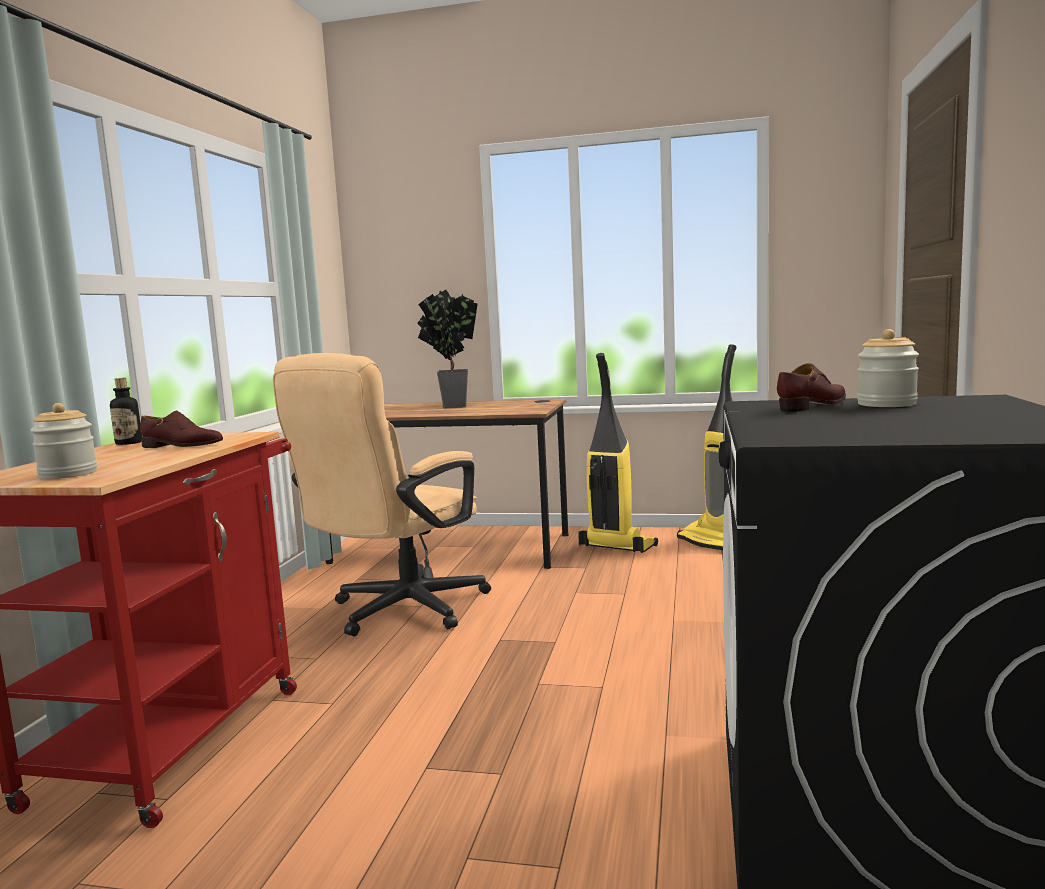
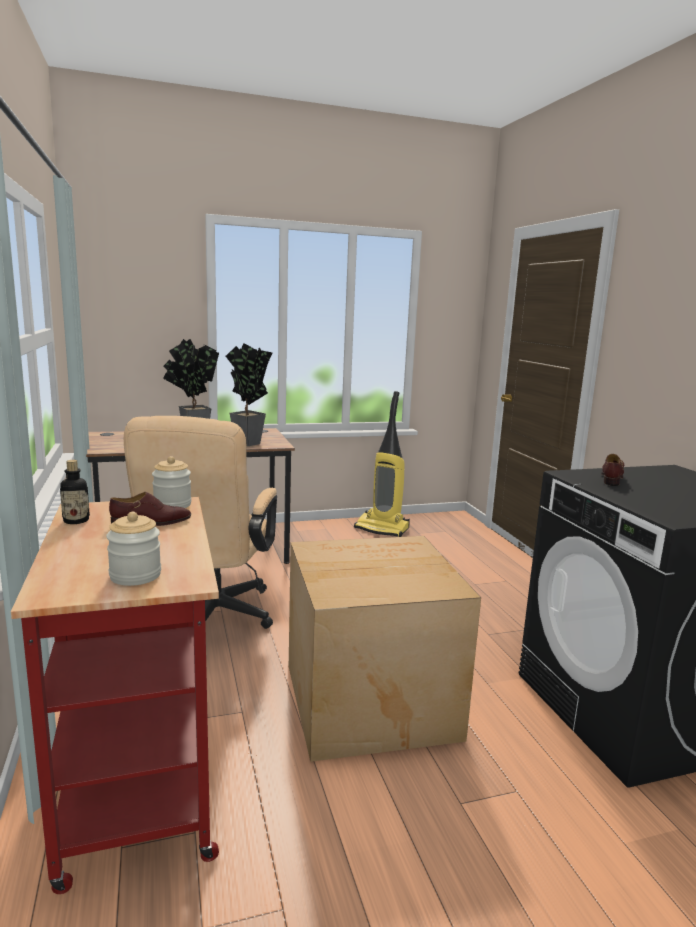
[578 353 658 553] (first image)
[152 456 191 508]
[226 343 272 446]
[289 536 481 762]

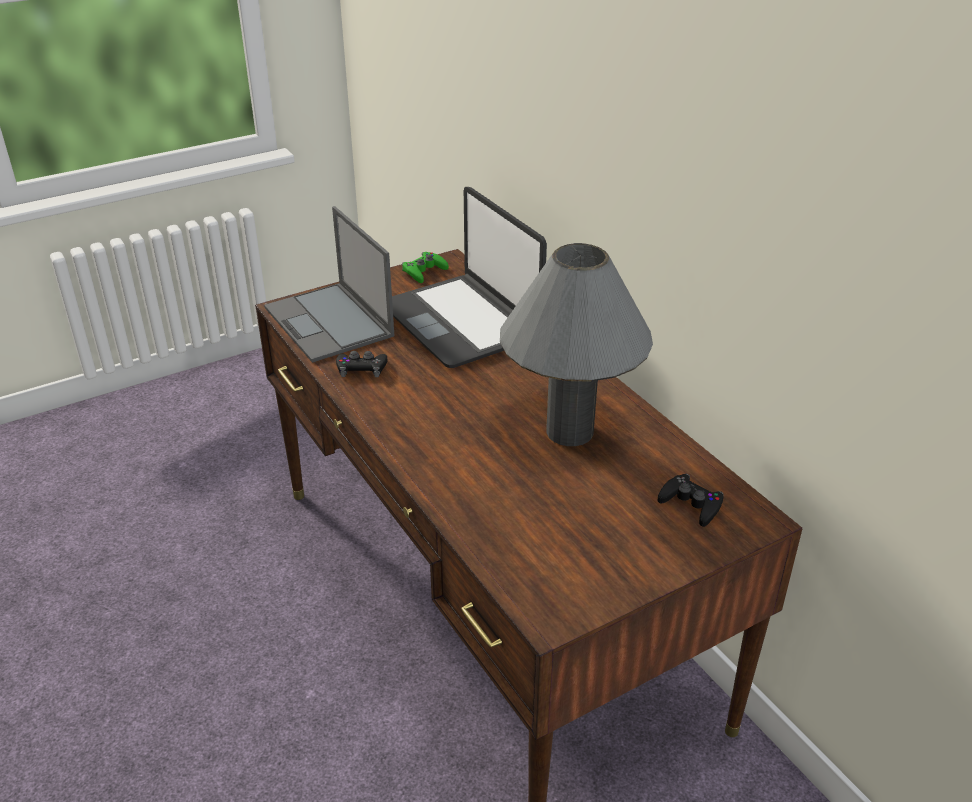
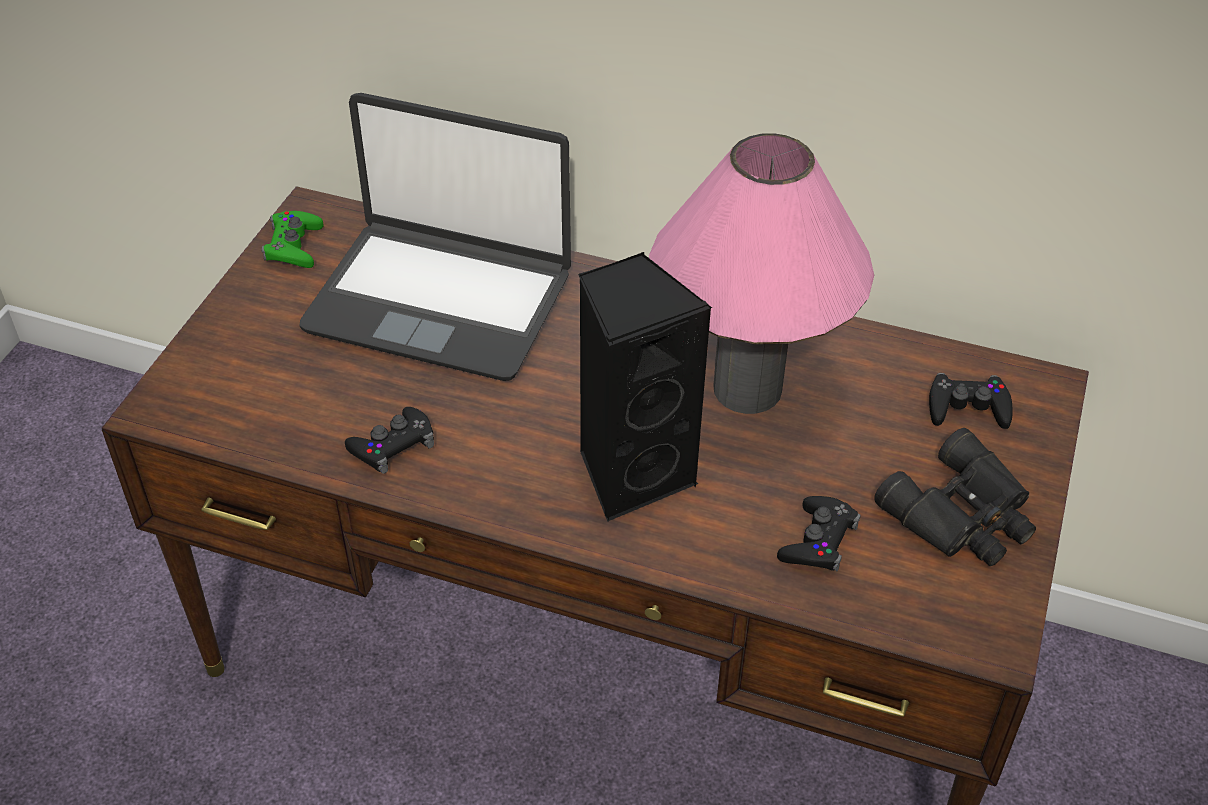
[264 206 394 363] (first image)
[649 133 874 414]
[578 252 712 522]
[777 496 861 571]
[874 428 1036 566]

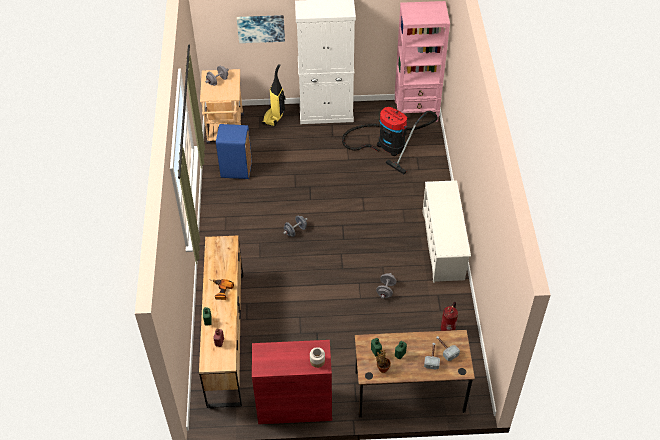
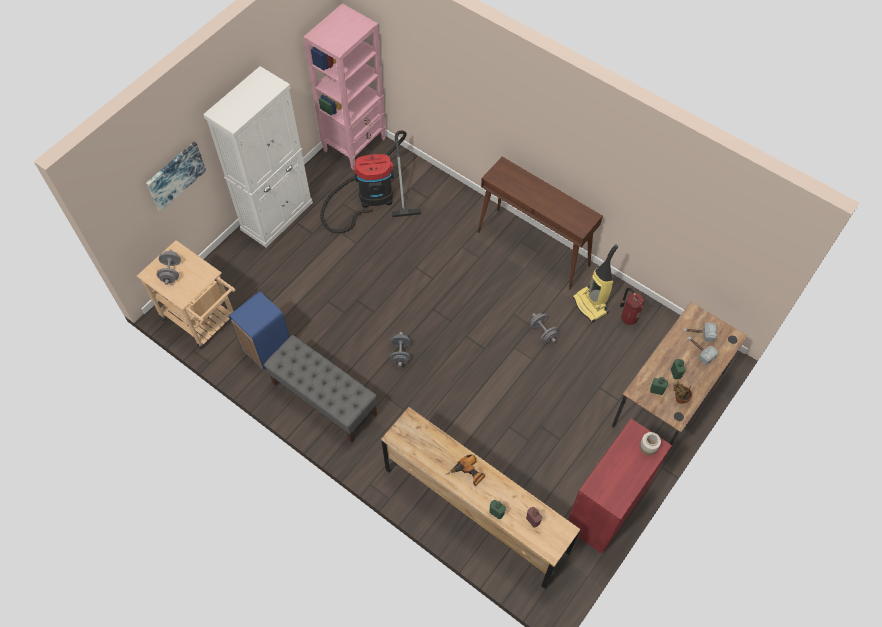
[573 244 618 322]
[478 157 603 290]
[264 335 377 443]

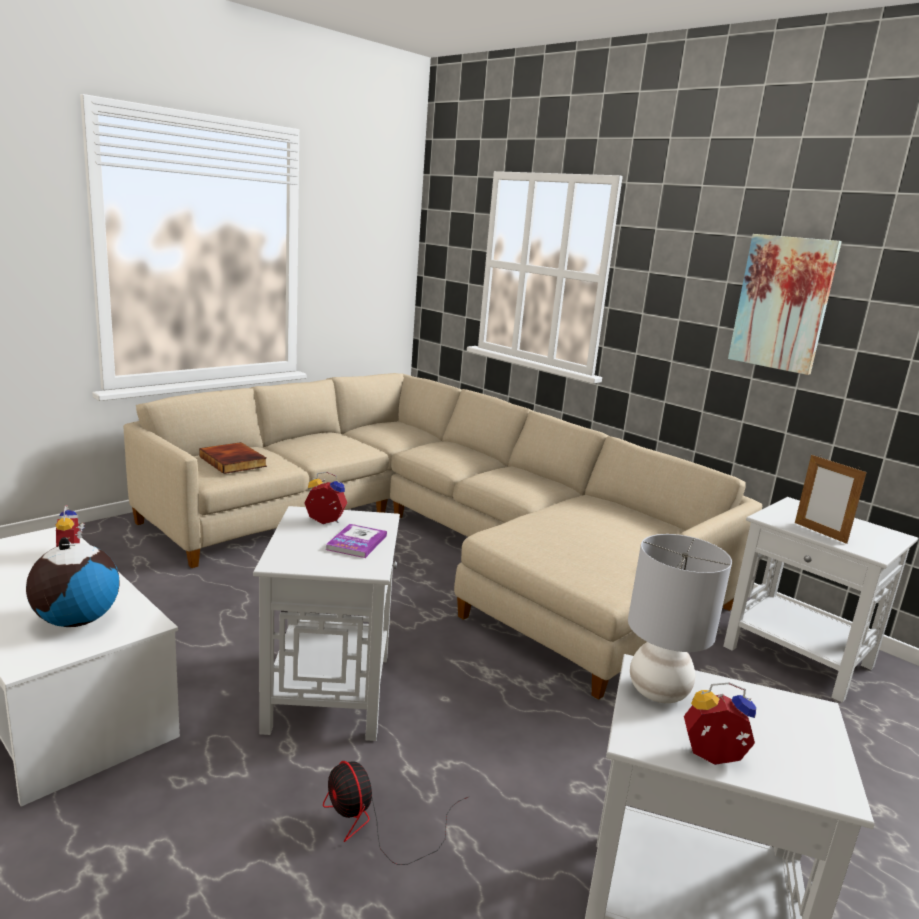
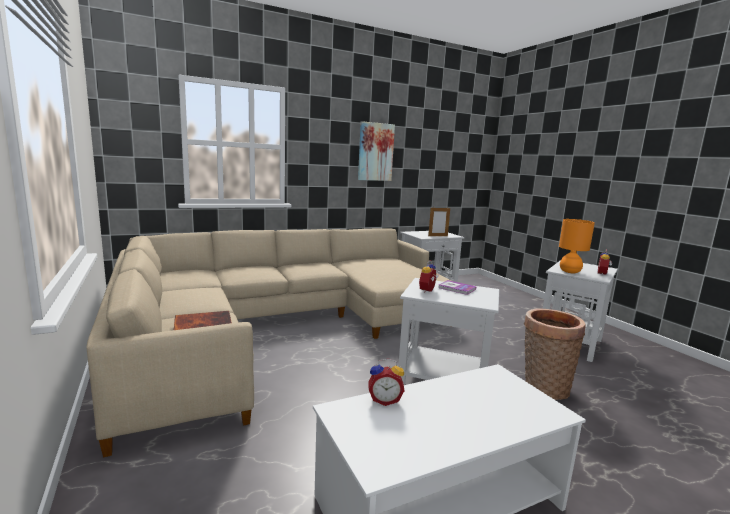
[26 537 120 627] (first image)
[524 309 585 400]
[559 219 595 273]

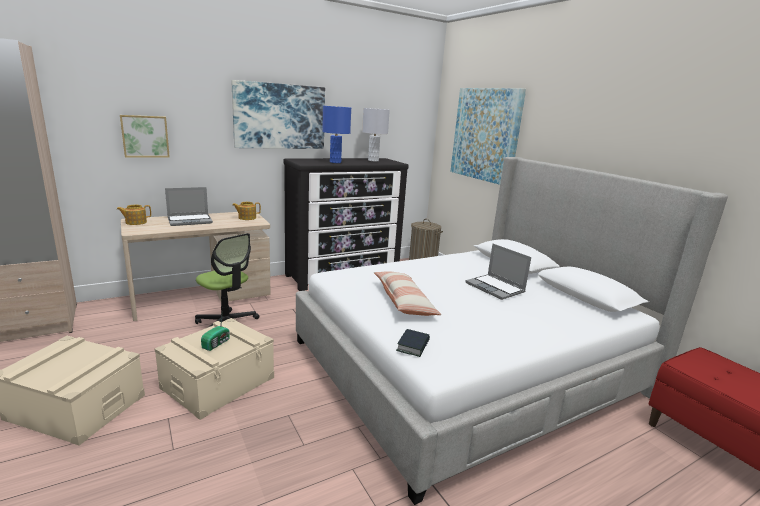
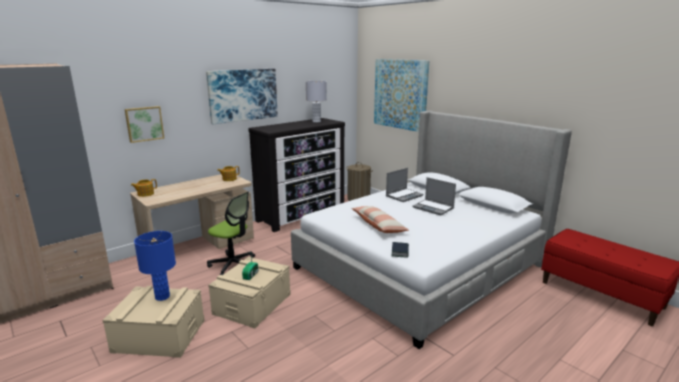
[386 168 423 202]
[134 231 176 301]

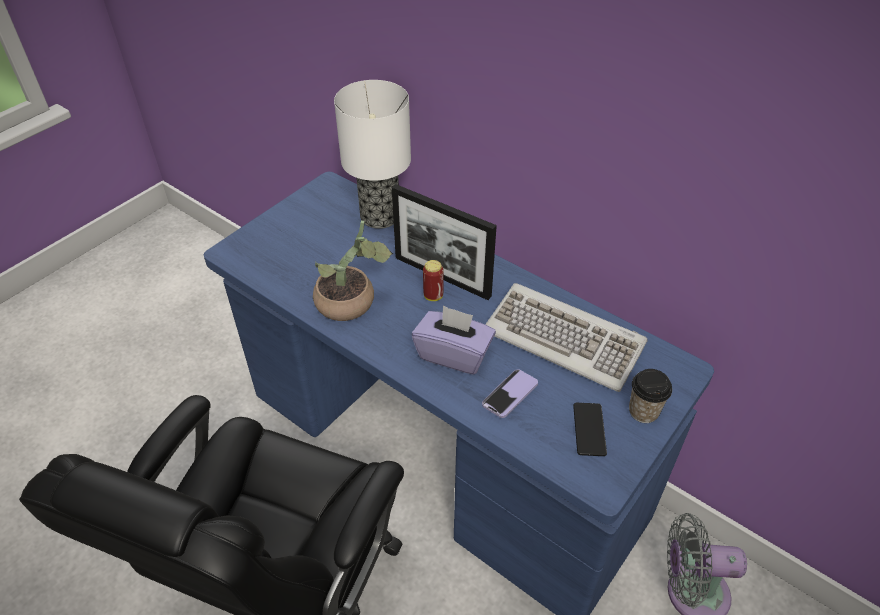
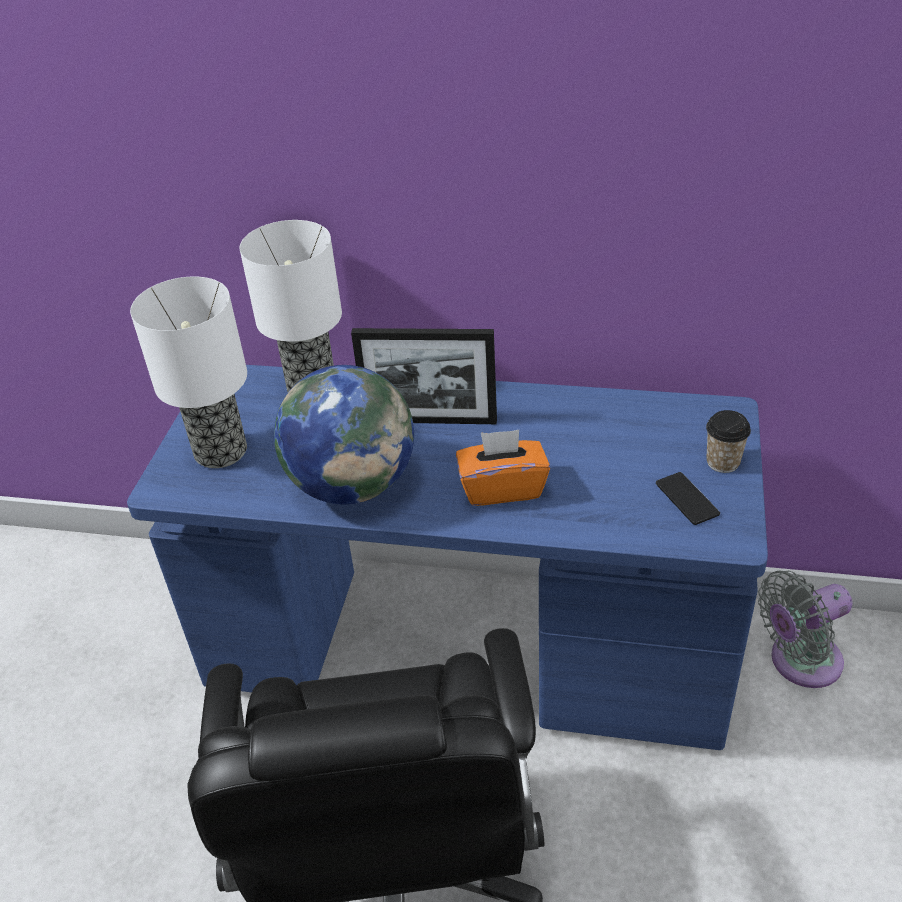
[274 365 414 505]
[456 430 550 506]
[423 260 444 301] (first image)
[482 369 538 418] (first image)
[485 283 648 392] (first image)
[130 277 247 468]

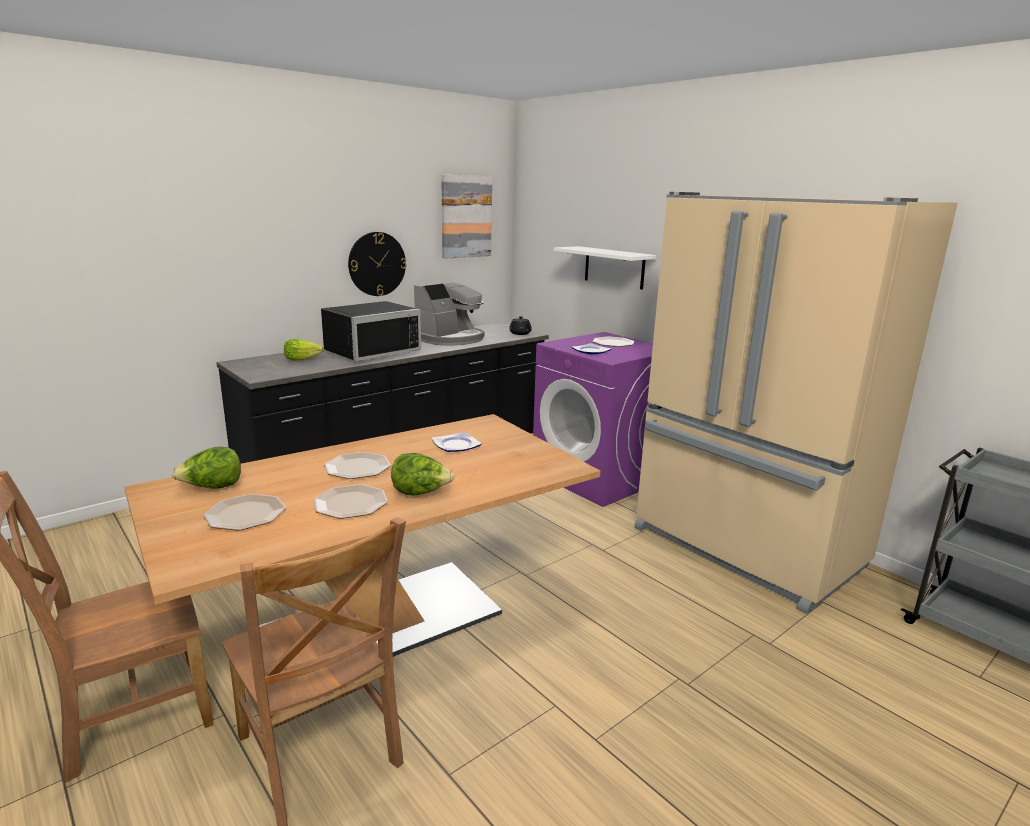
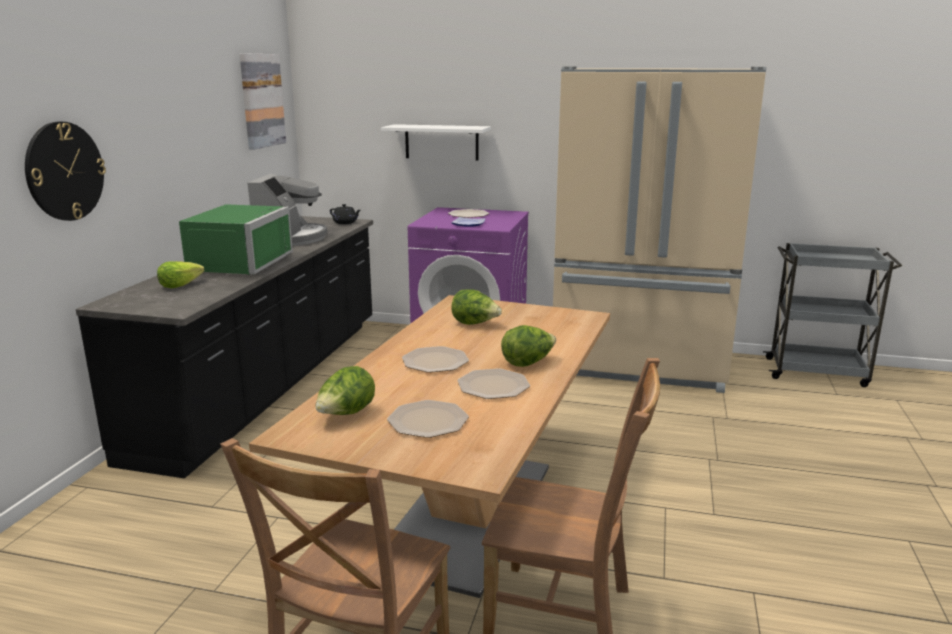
[179 204 293 275]
[25 122 106 221]
[451 289 502 325]

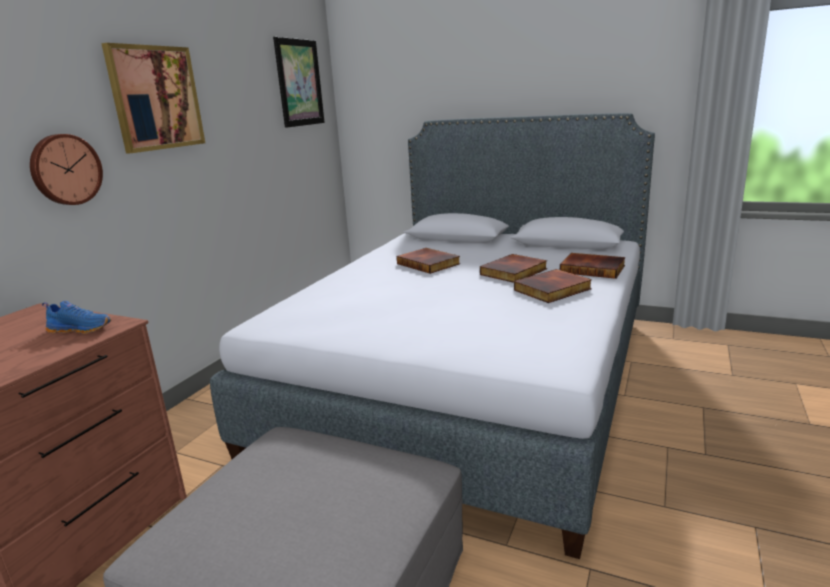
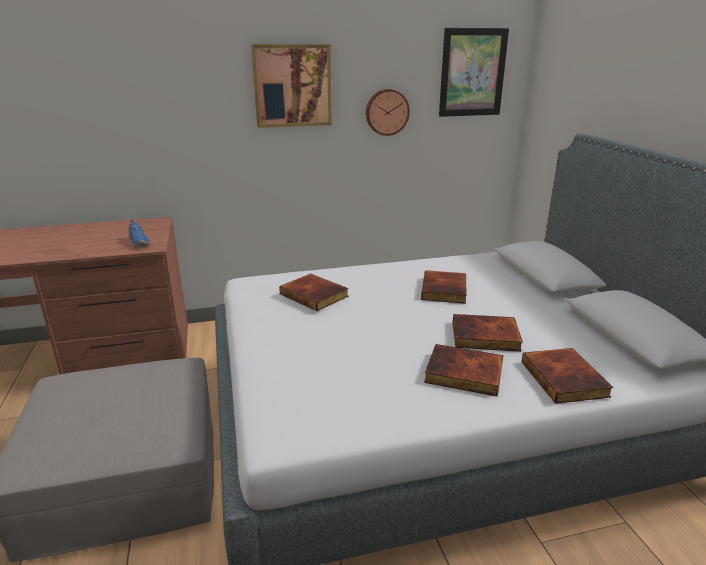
[366 89 410 136]
[279 274 348 311]

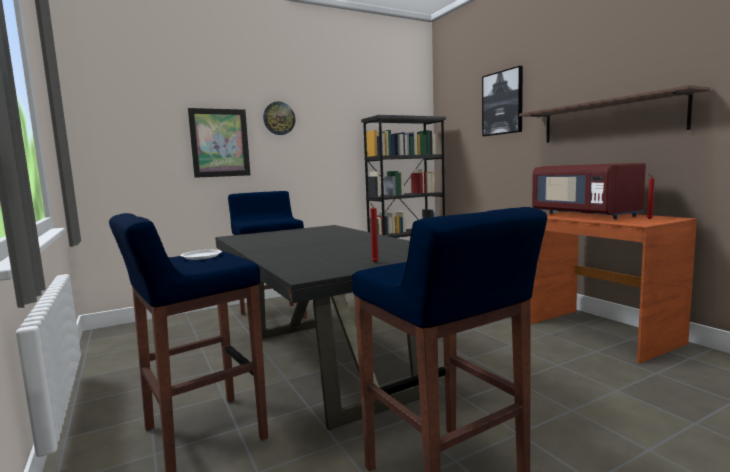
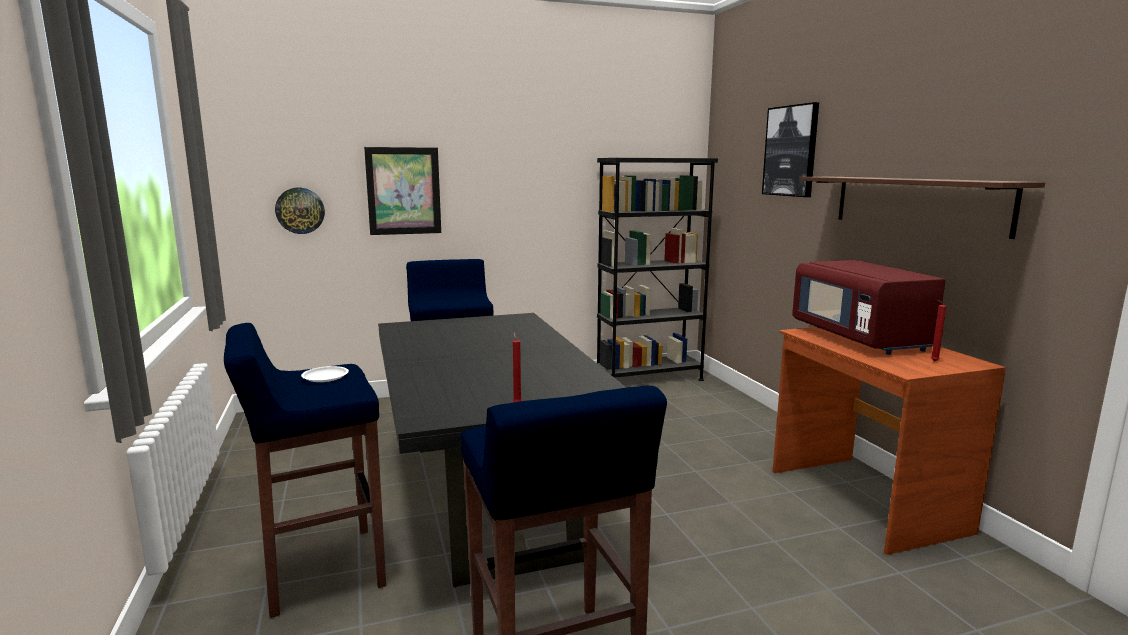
[275 188 325 234]

